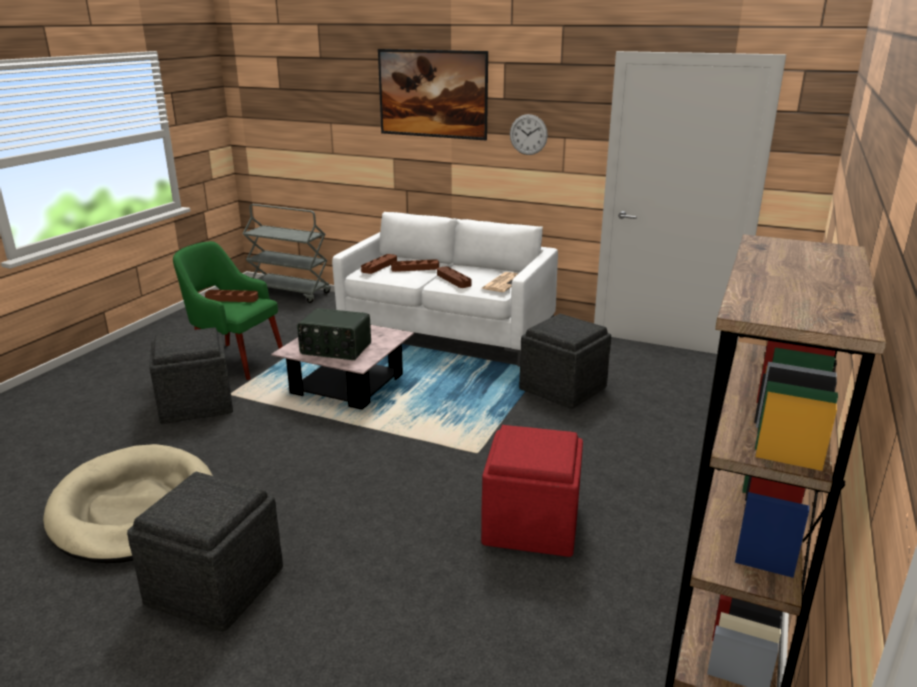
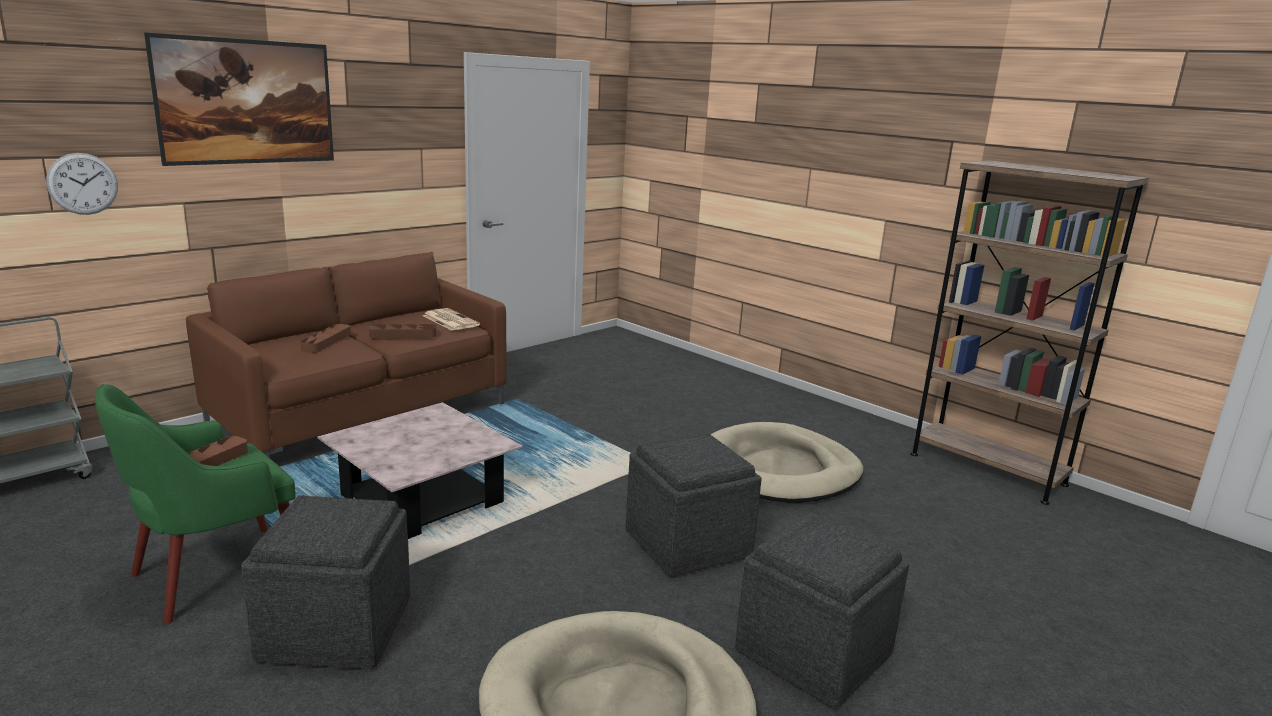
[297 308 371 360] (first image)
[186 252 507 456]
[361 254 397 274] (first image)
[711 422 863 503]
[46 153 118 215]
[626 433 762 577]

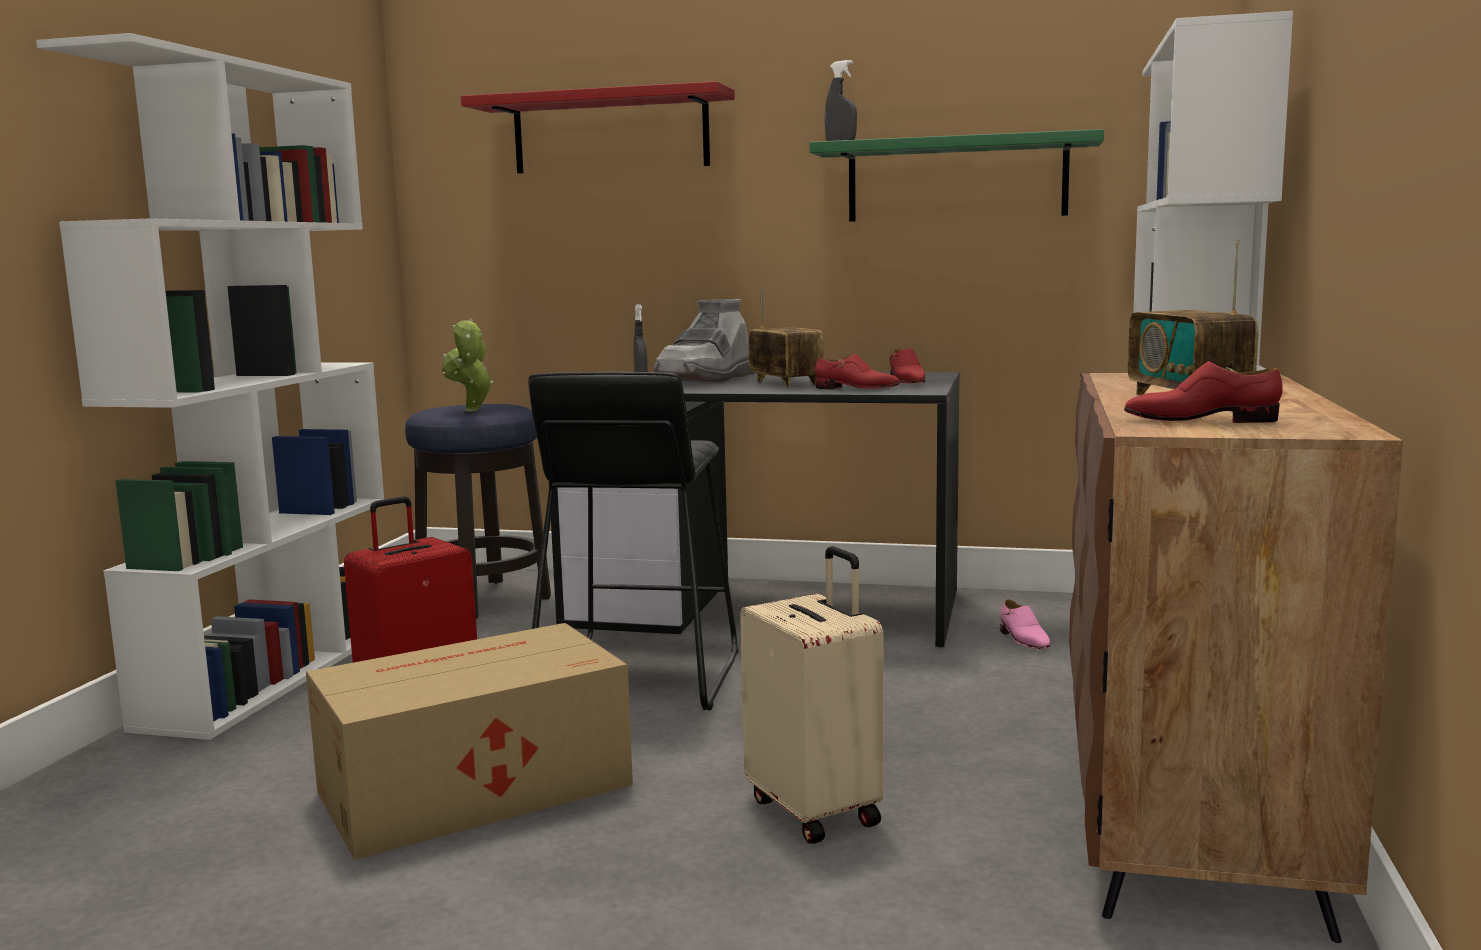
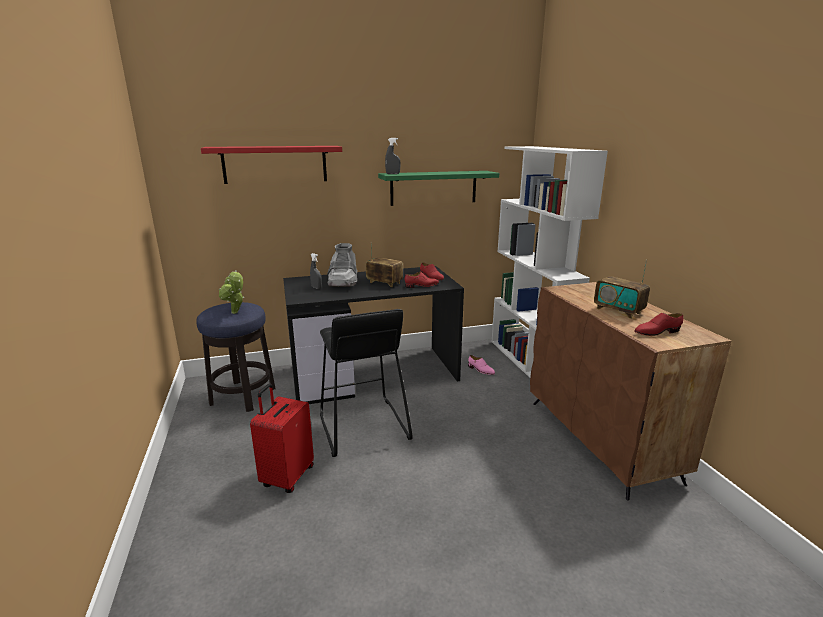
[36 33 384 740] (first image)
[306 623 633 860] (first image)
[740 546 883 844] (first image)

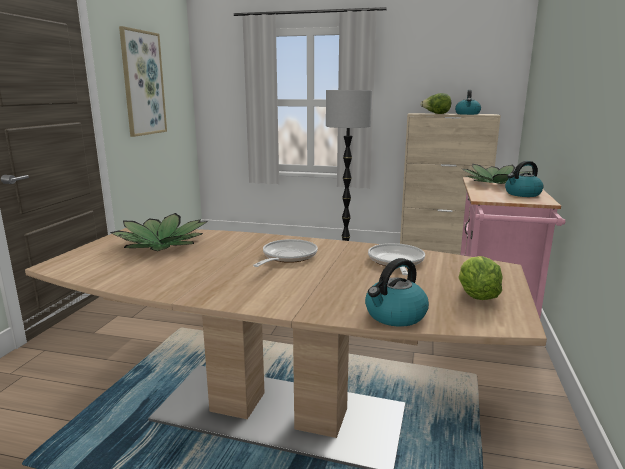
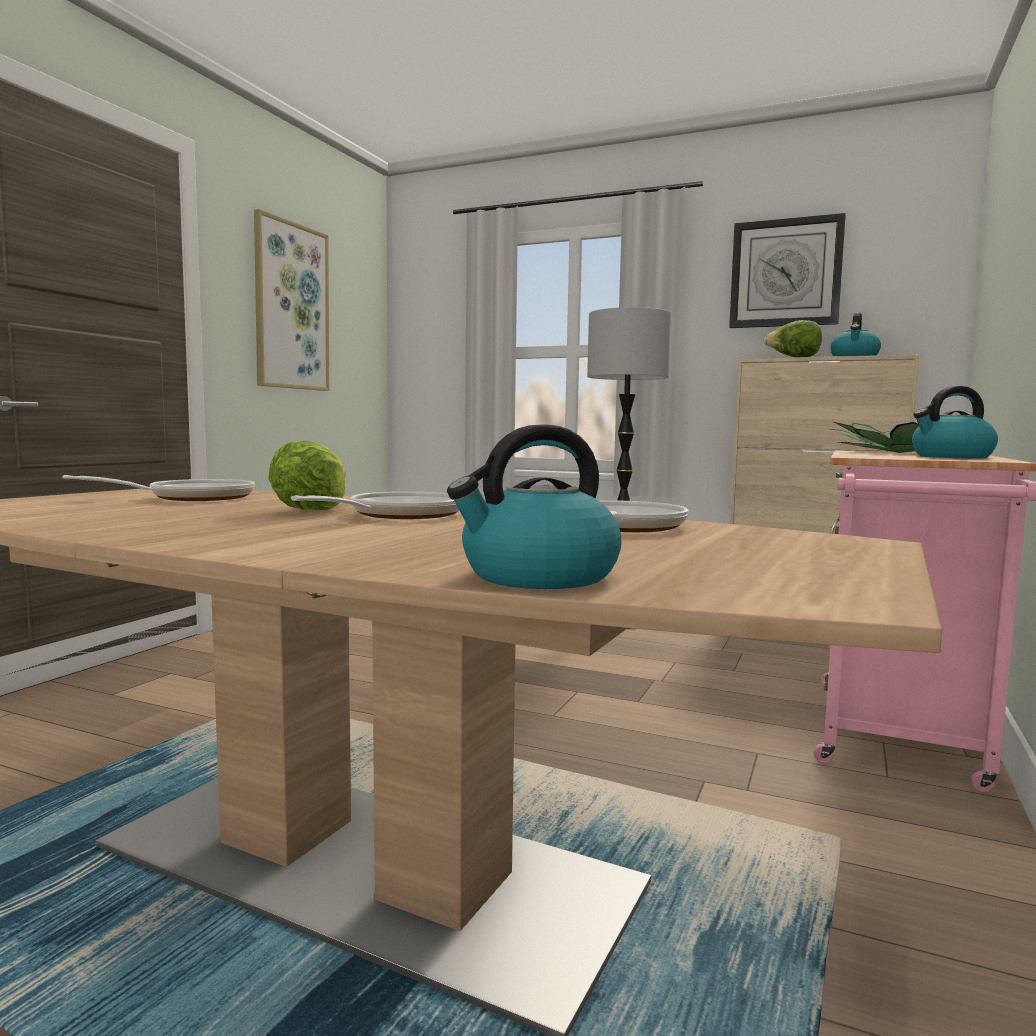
[62 475 255 501]
[268 441 345 511]
[729 213 846 328]

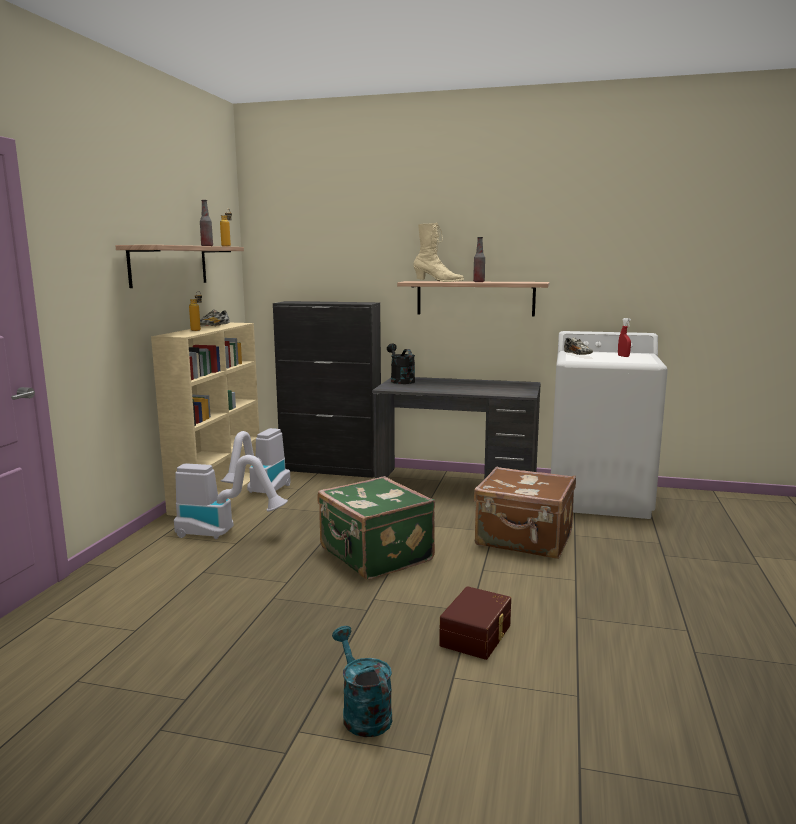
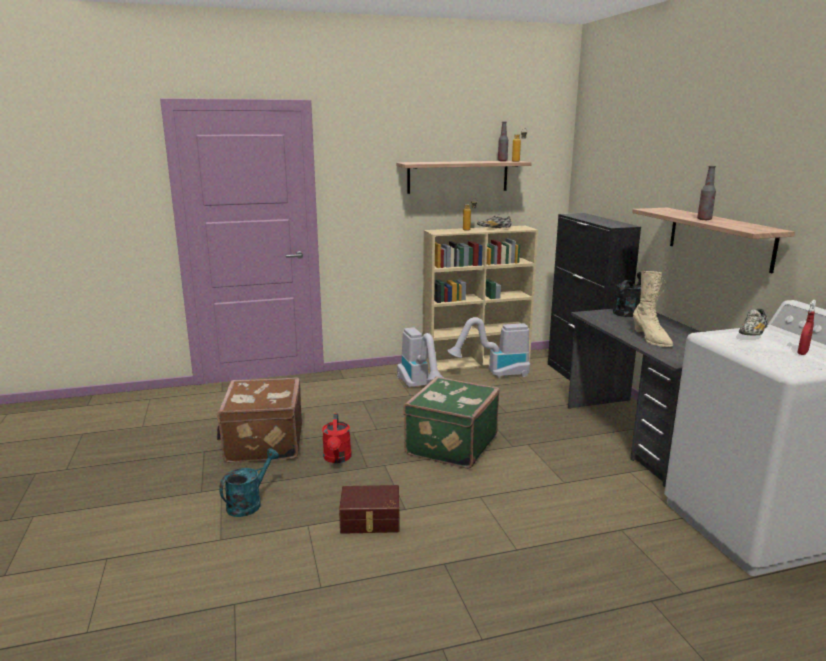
[633 271 673 347]
[217 378 302 463]
[322 414 352 463]

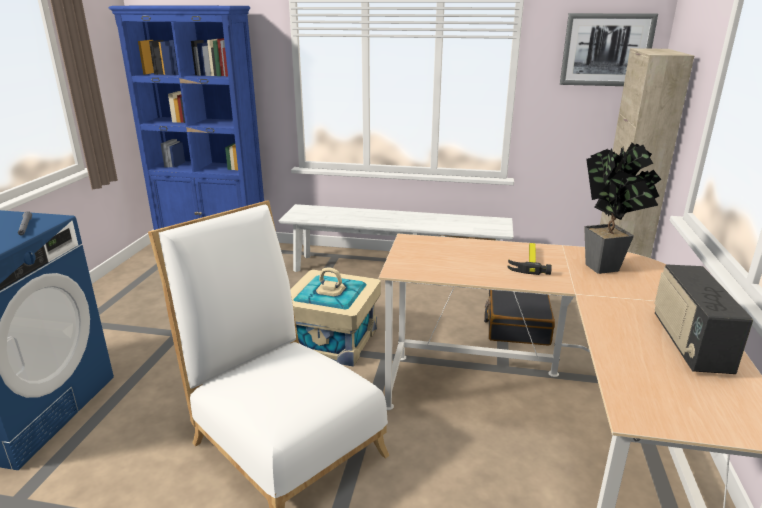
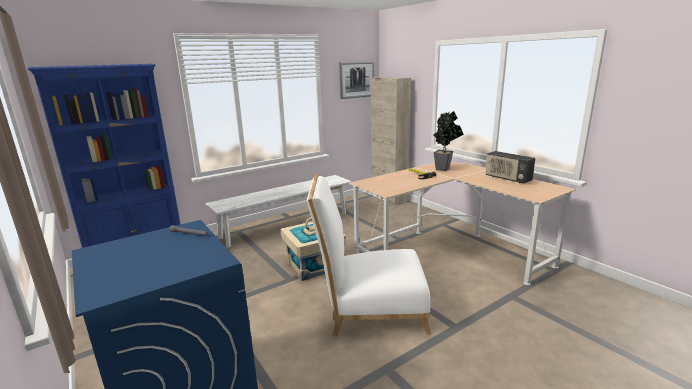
[484 290 555 346] (first image)

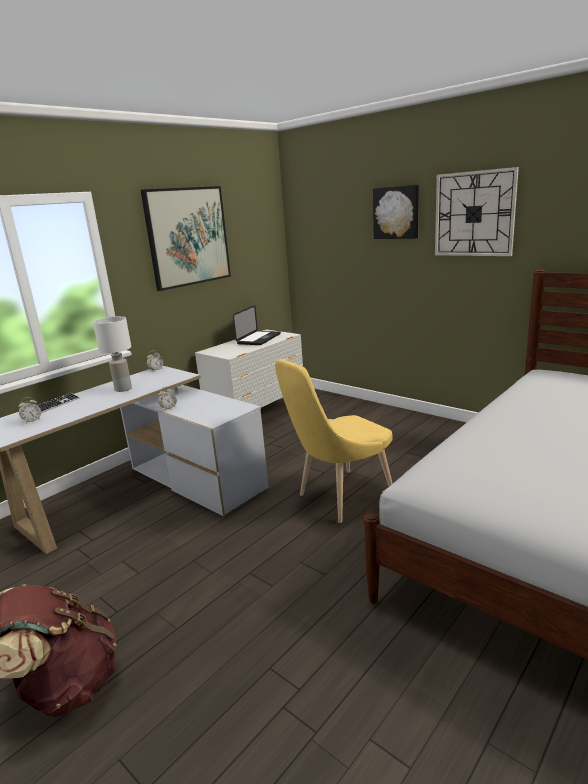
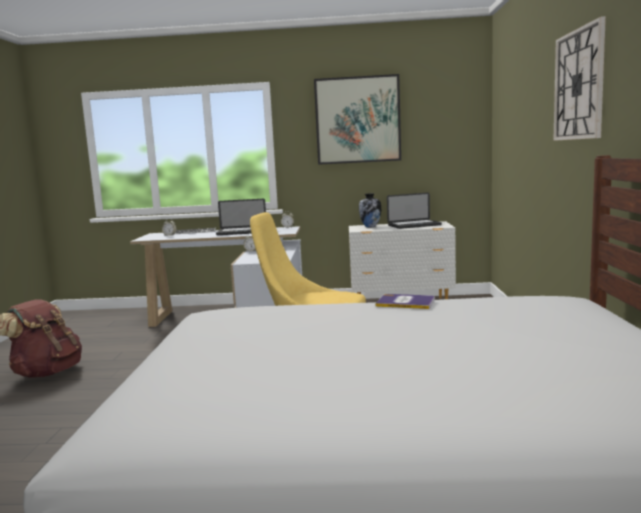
[216 199 266 235]
[373 185 419 239] (first image)
[359 193 381 228]
[375 294 435 309]

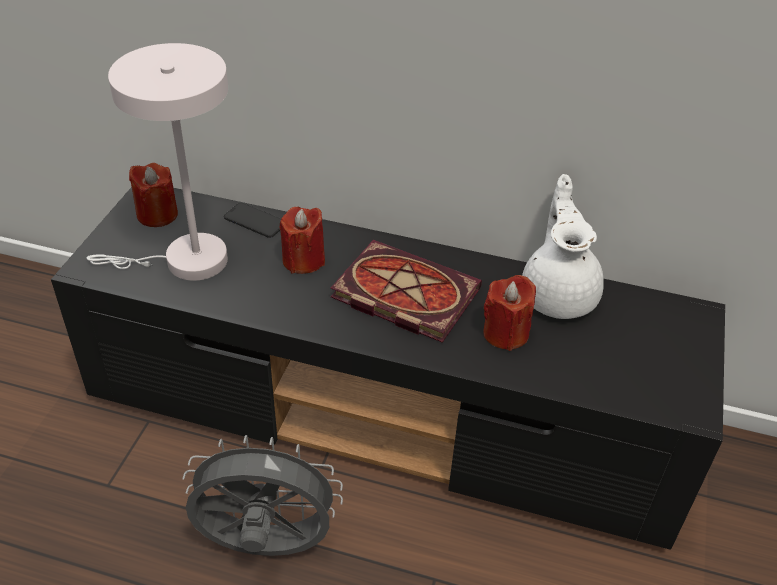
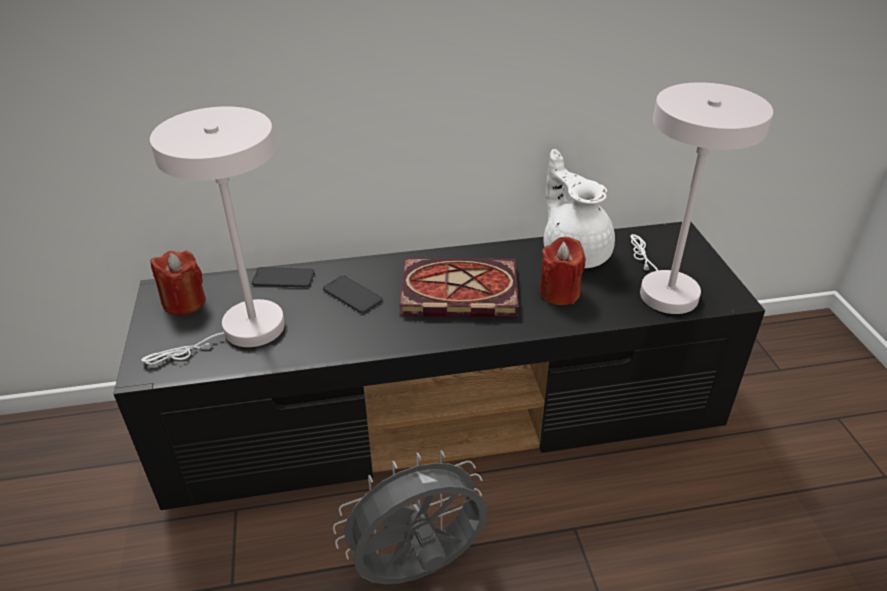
[323 276 382 313]
[630 82 773 314]

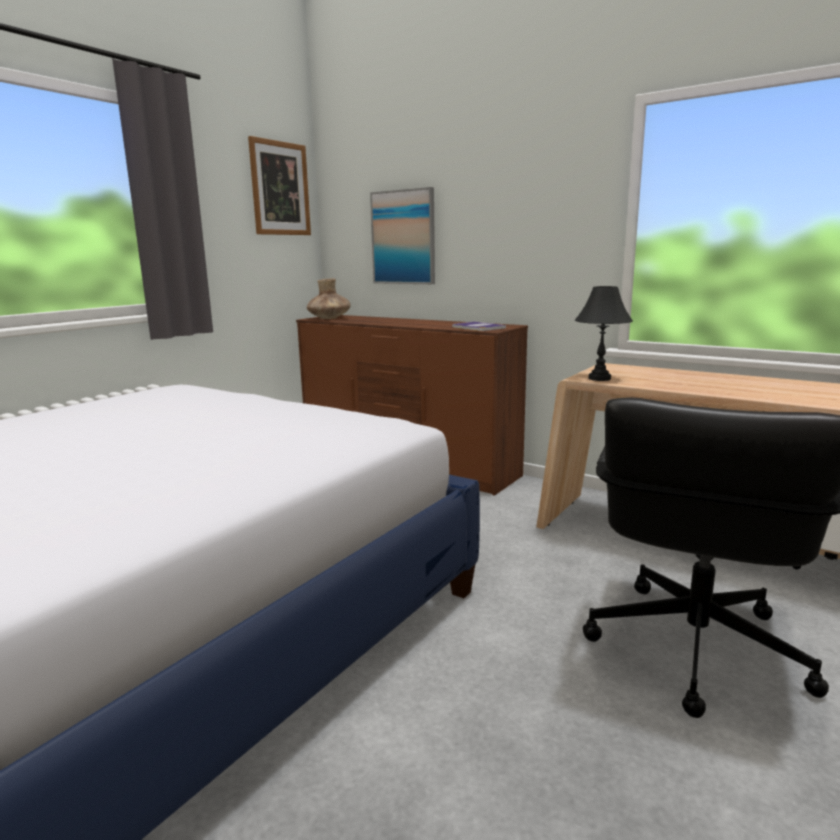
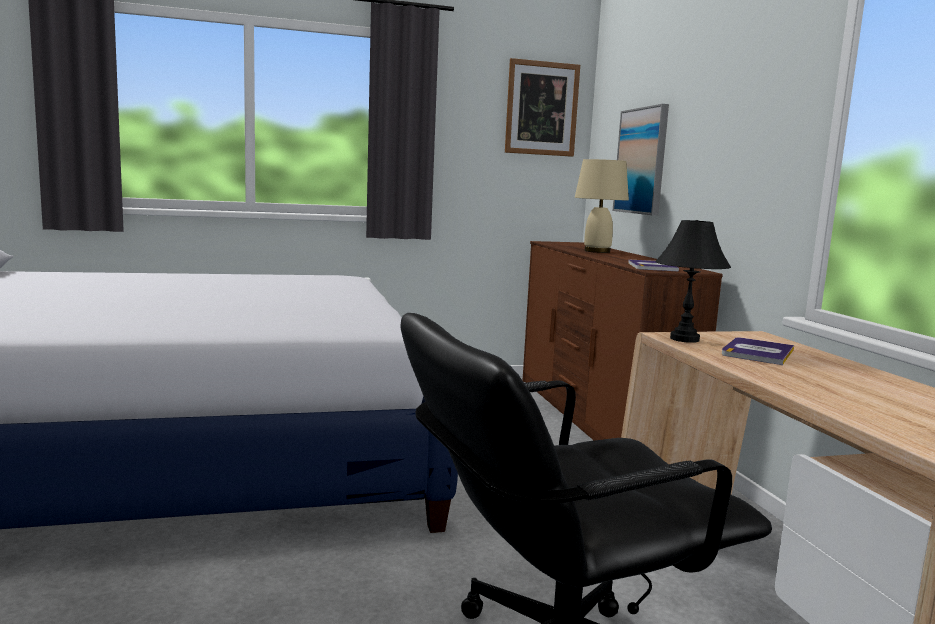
[307 279 351 319] (first image)
[575 159 629 253]
[721 338 794 365]

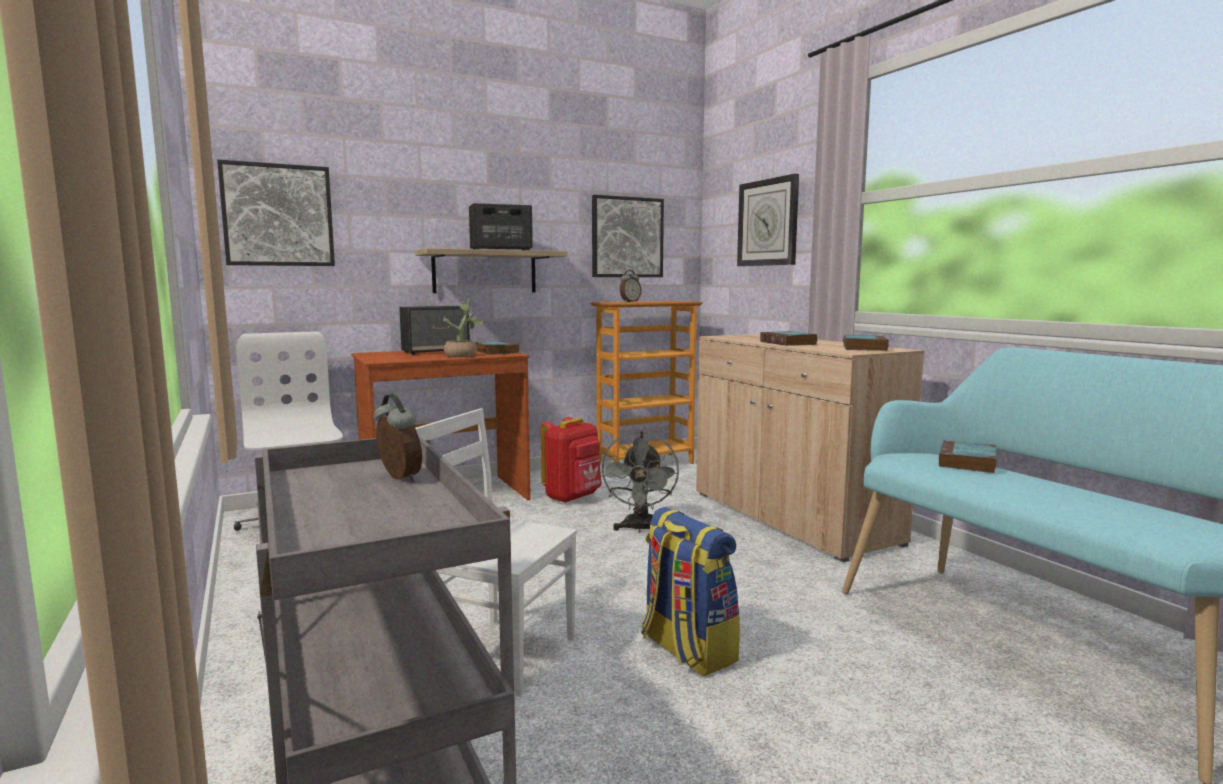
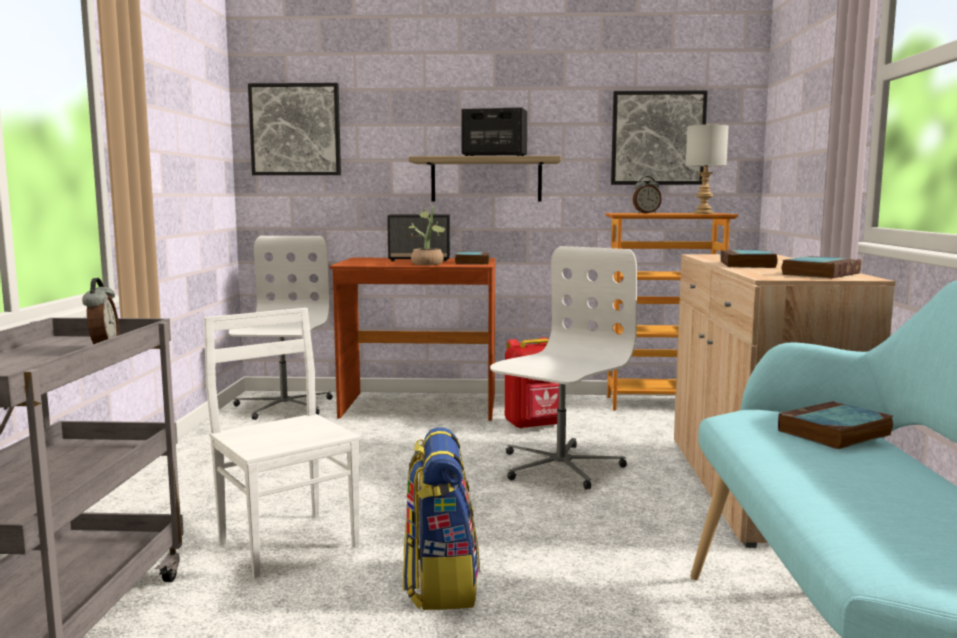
[490 246 637 490]
[737 174 799 266] (first image)
[686 124 729 214]

